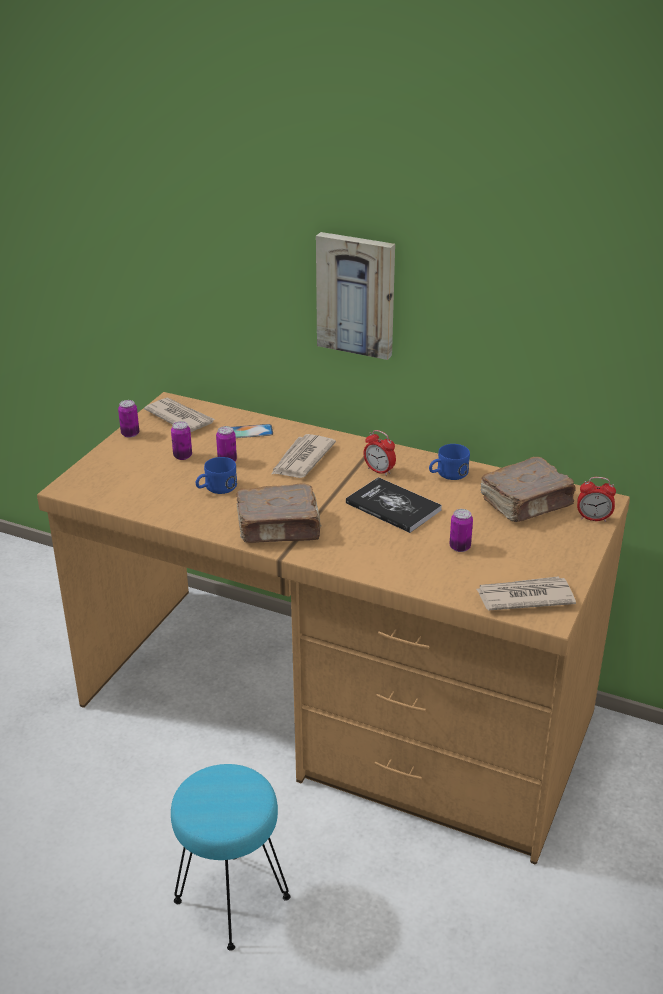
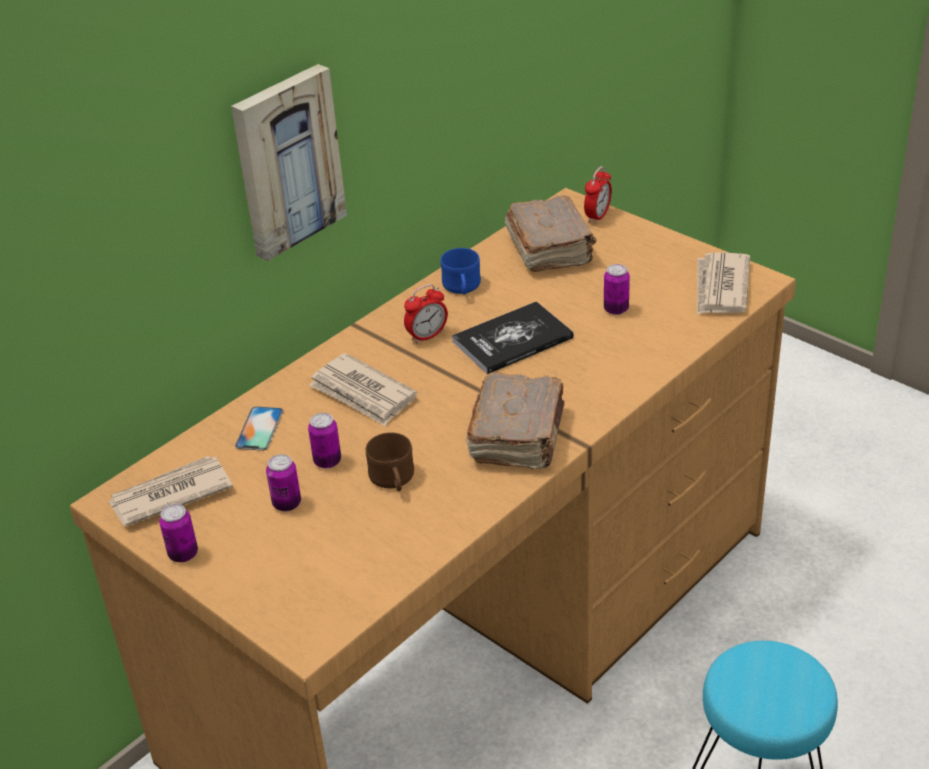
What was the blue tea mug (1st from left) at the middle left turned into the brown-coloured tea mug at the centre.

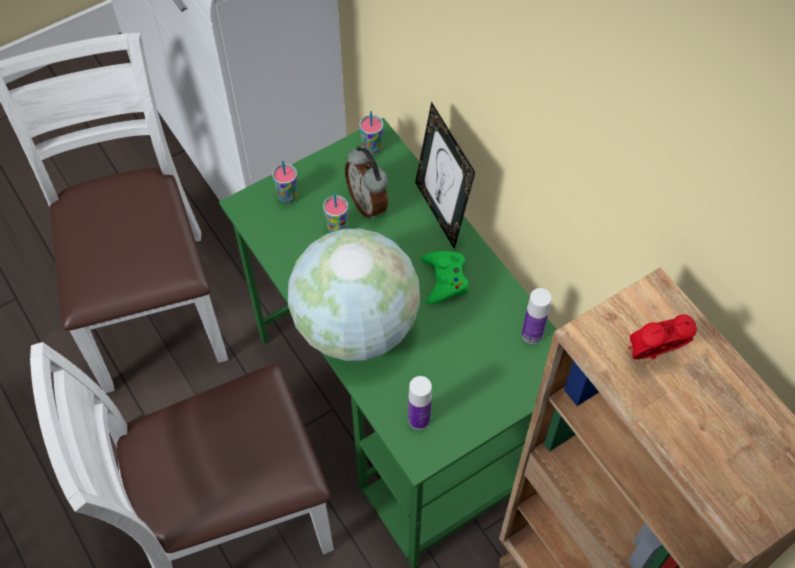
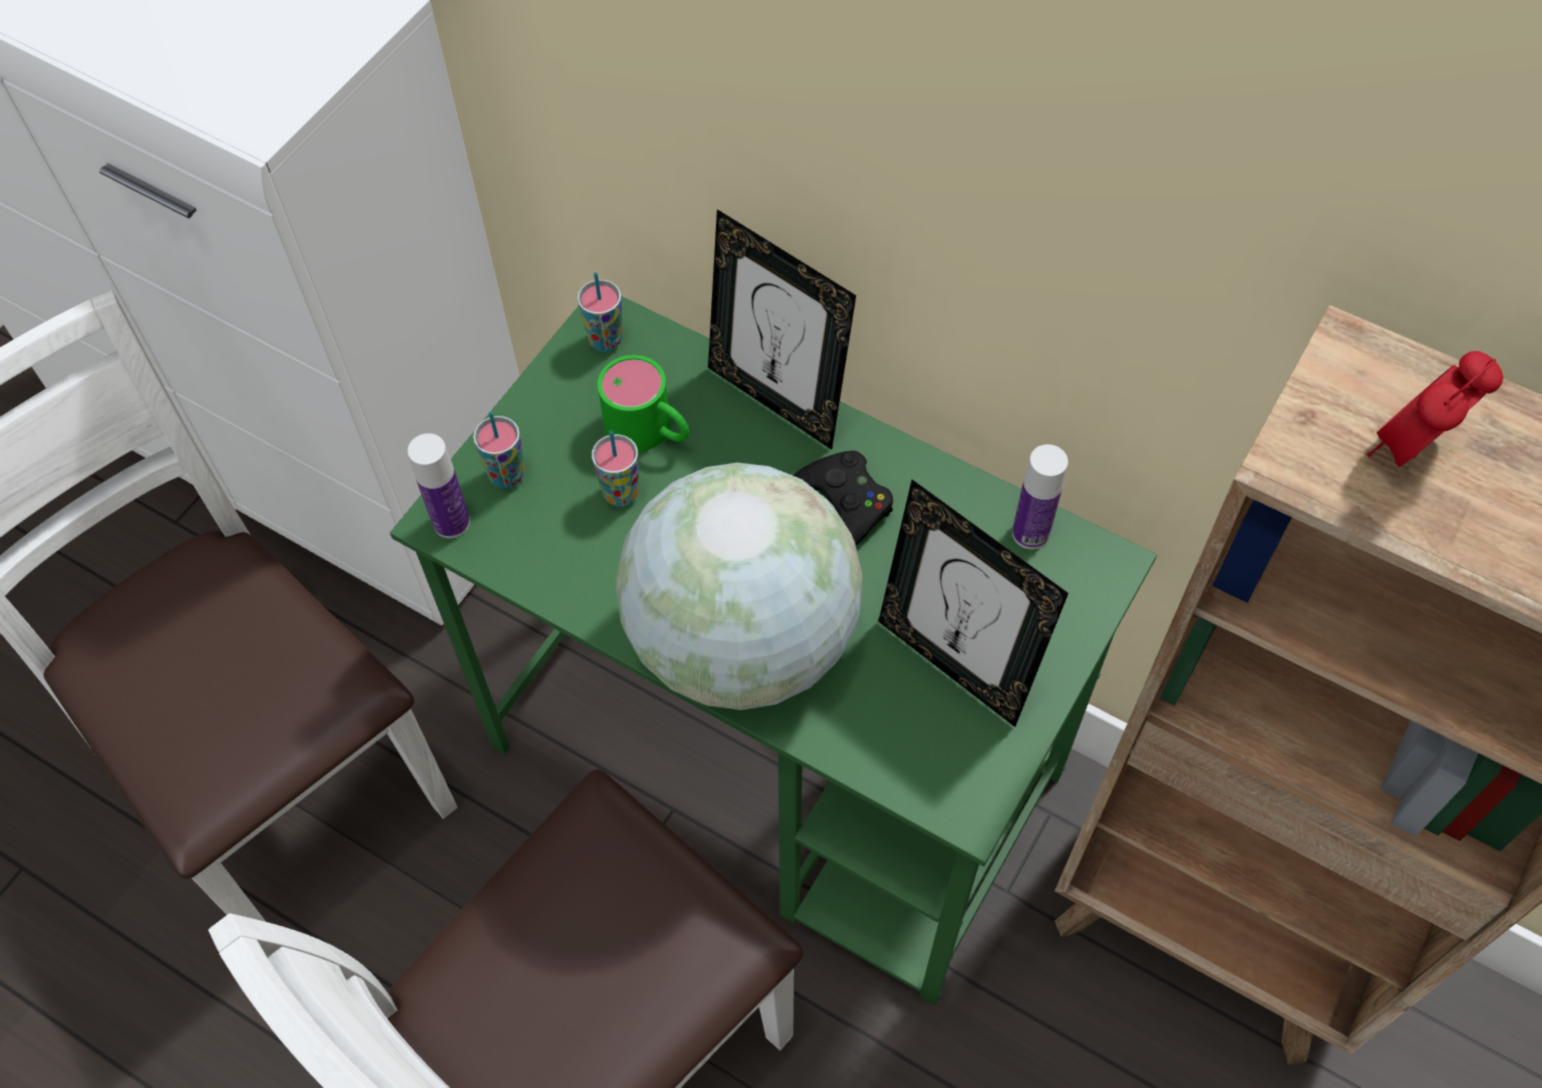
Where the table clock (1st from left) stood at the top centre, the green-coloured tea mug came to stand at the centre.
What was the green-coloured gamepad at the centre turned into the black gamepad at the centre.
The bottle (1st from left) ended up elsewhere, having gone from the bottom centre to the middle left.
The second view gained the standing frame (2nd from left) at the centre.

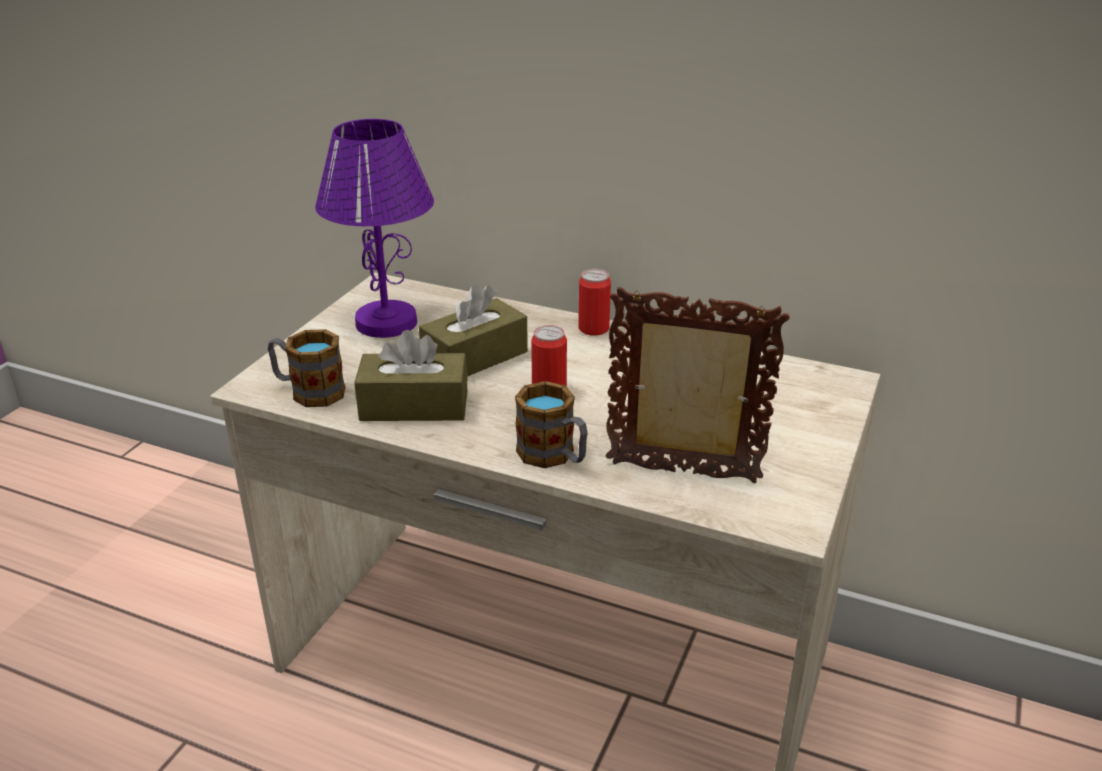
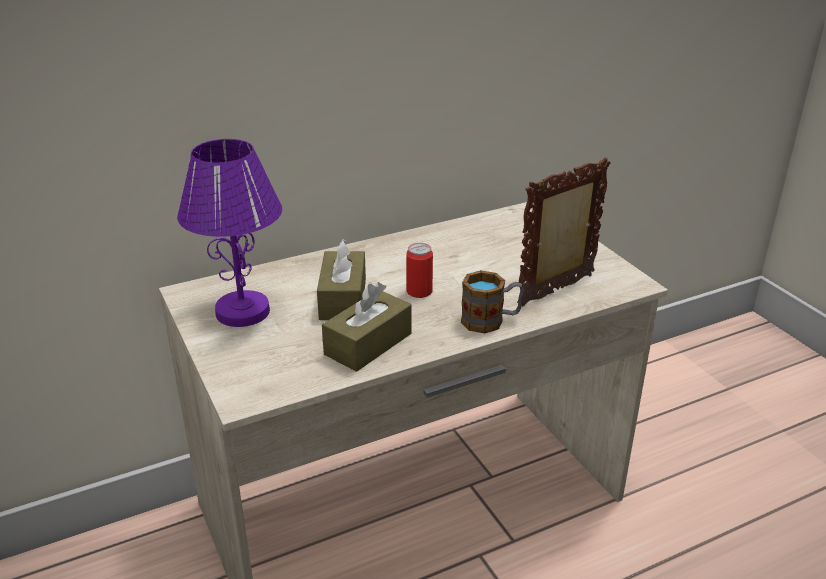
The second view lost the can (2nd from left) at the centre.
The second view lost the tea mug (1st from left) at the middle left.

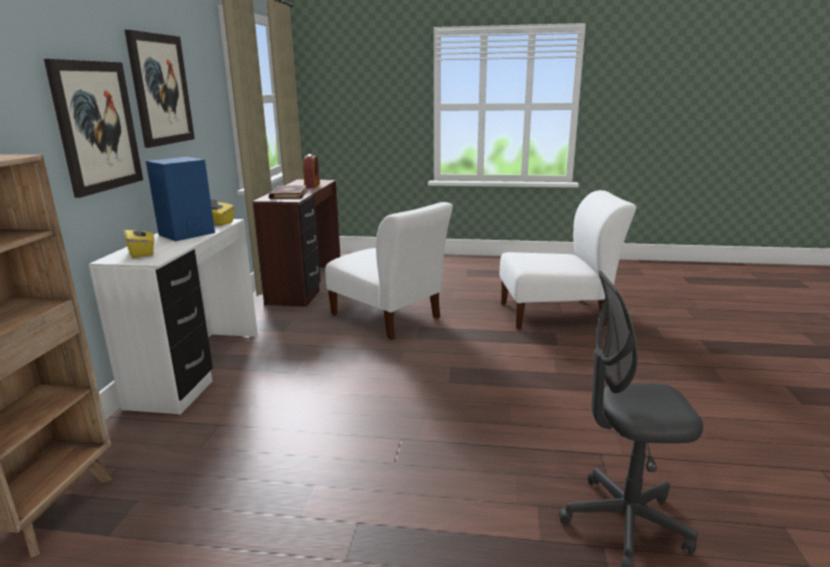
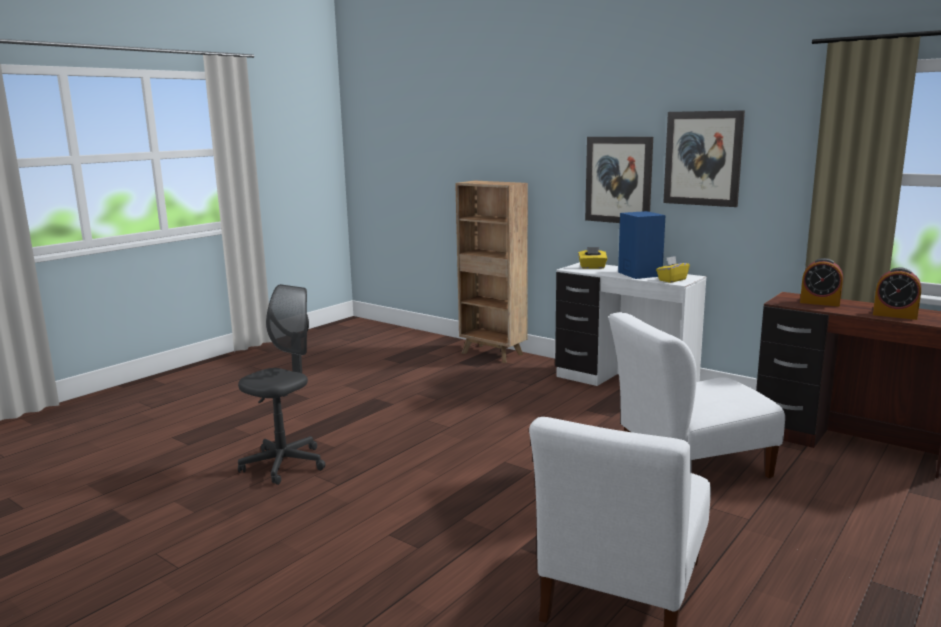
Where the bound book stood at the centre, the table clock (1st from left) came to stand at the middle right.

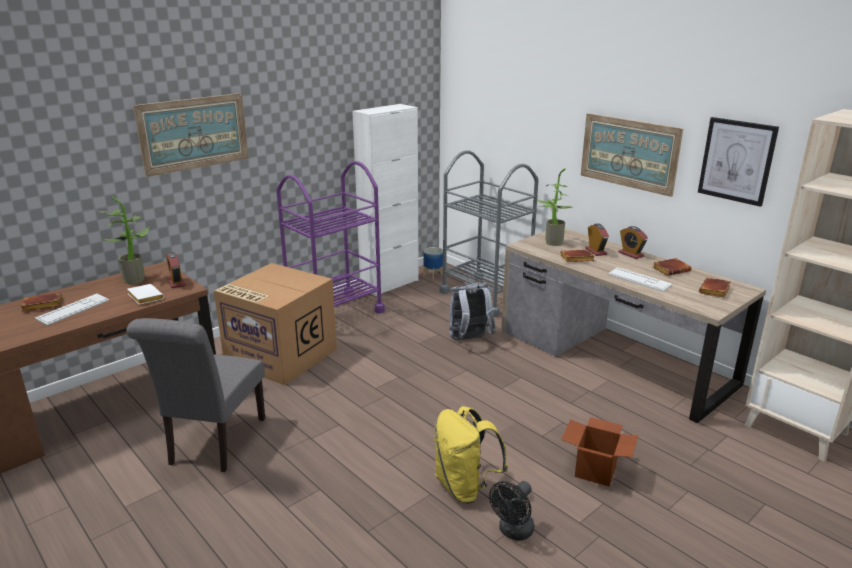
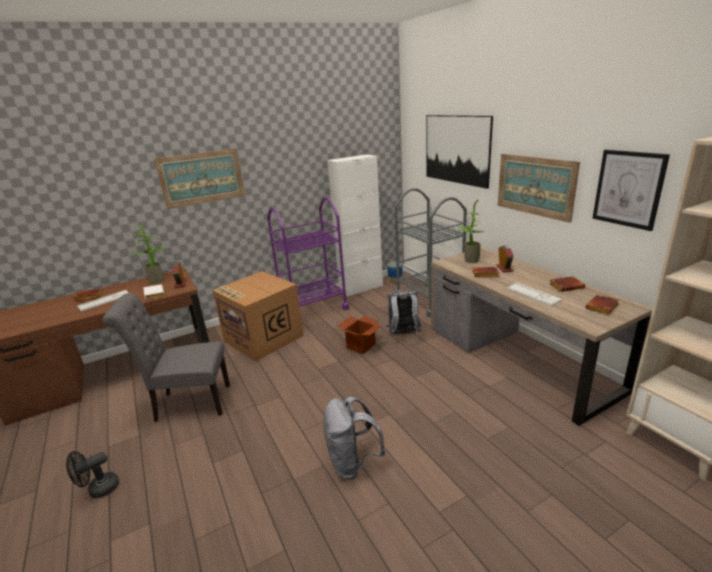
The second view lost the table clock (3rd from left) at the middle right.
The gray chair at the bottom left ended up facing another way, 60 degrees clockwise from before.
What was the yellow-coloured knapsack at the bottom centre turned into the gray knapsack (1st from left) at the bottom centre.
The carton (2nd from left) ended up elsewhere, having gone from the bottom right to the centre.
The black electric fan ended up elsewhere, having gone from the bottom centre to the bottom left.
The second view gained the wall art (2nd from left) at the top centre.

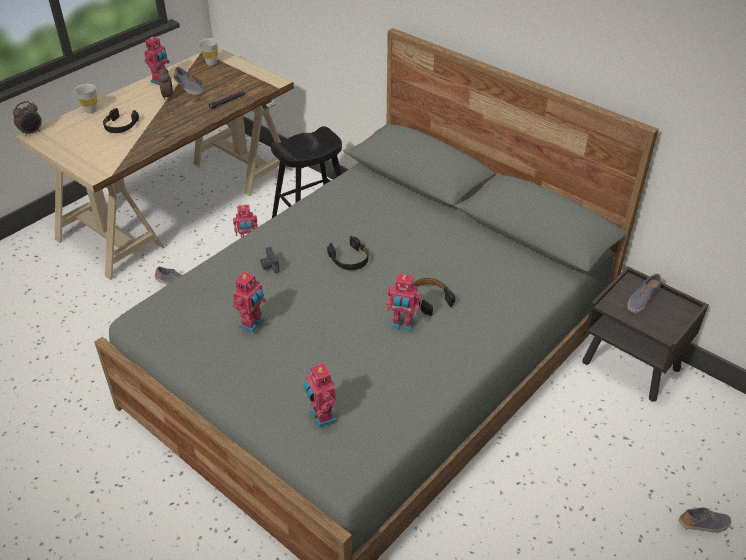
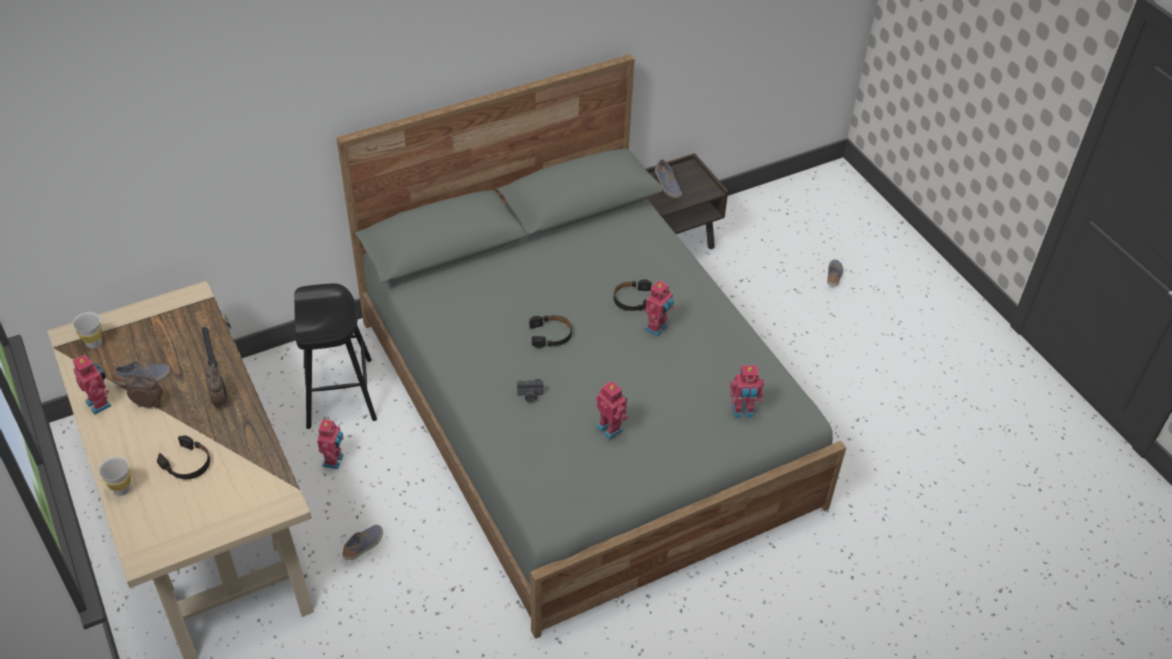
The table clock (1st from left in the first image) ended up elsewhere, having gone from the top left to the middle left.

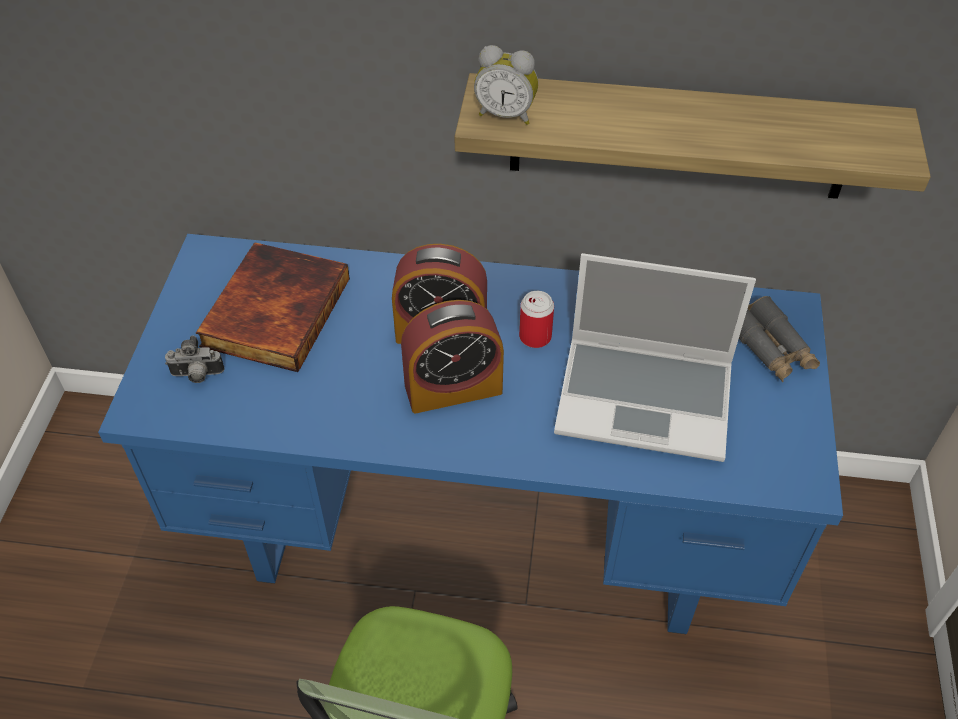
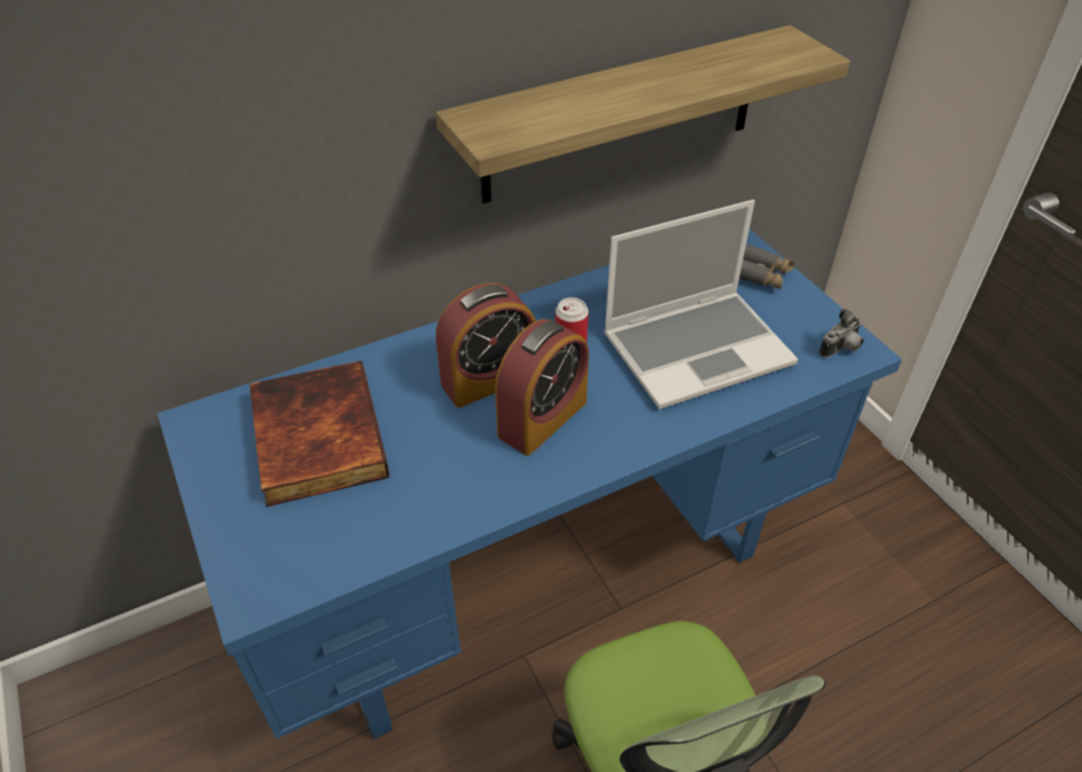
The second view lost the table clock (3rd from left) at the top centre.
The photo camera ended up elsewhere, having gone from the middle left to the middle right.

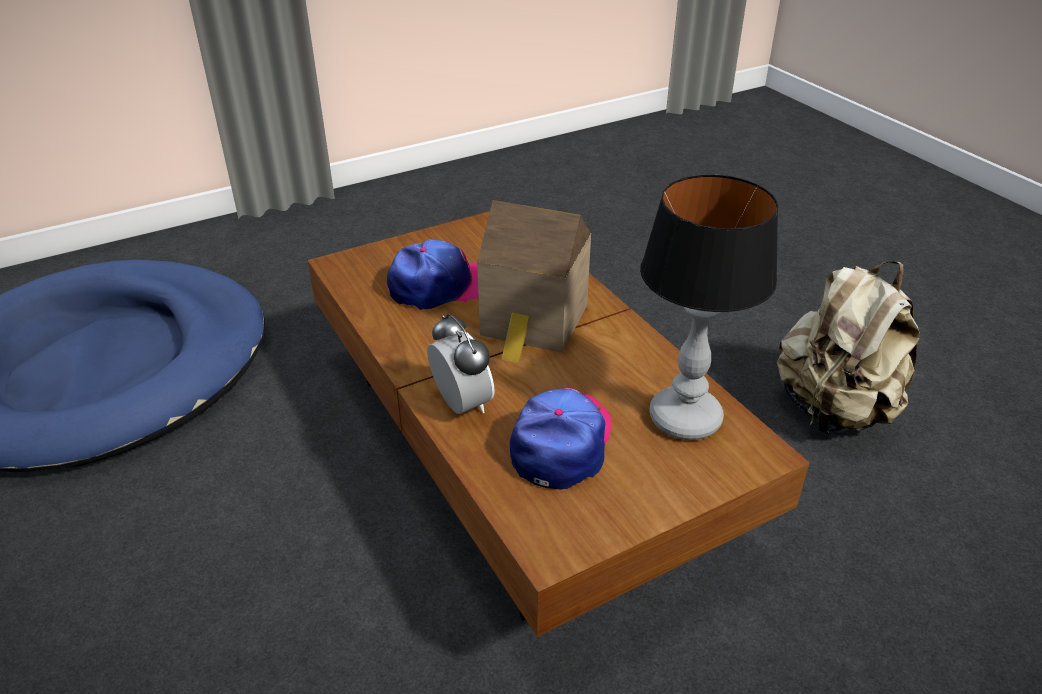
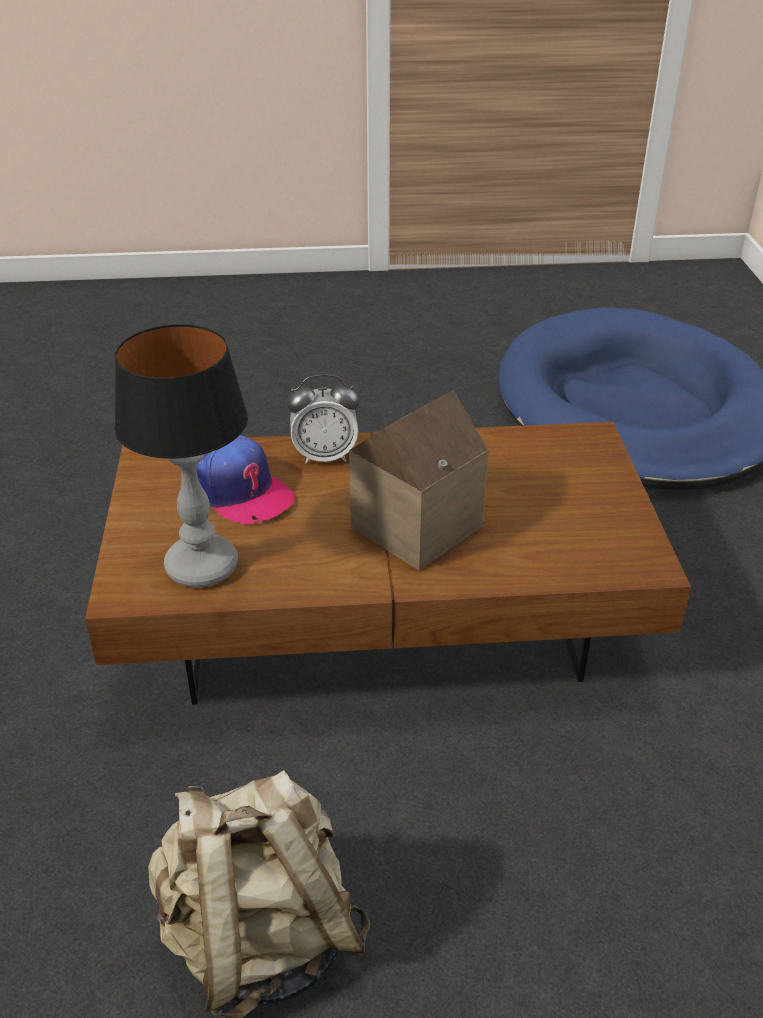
The second view lost the cap (1st from left) at the centre.

